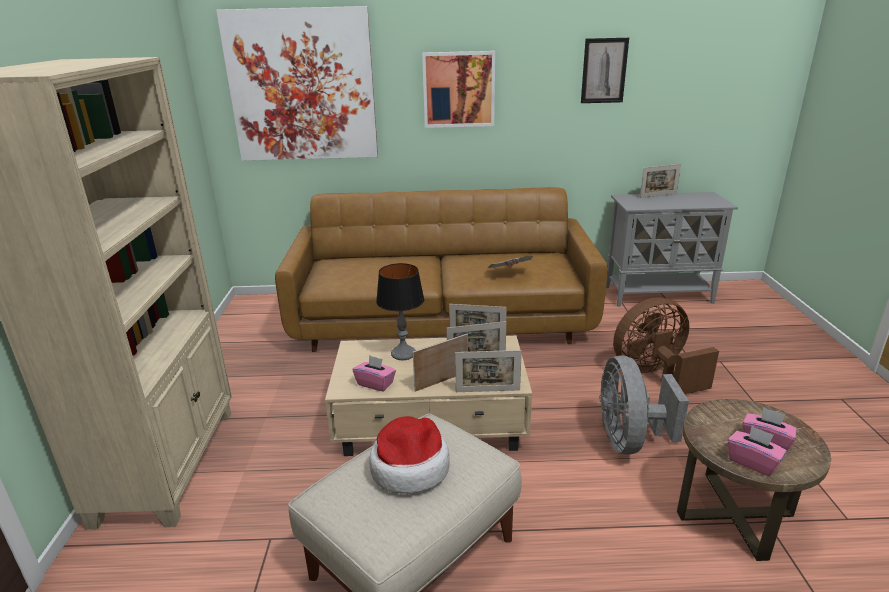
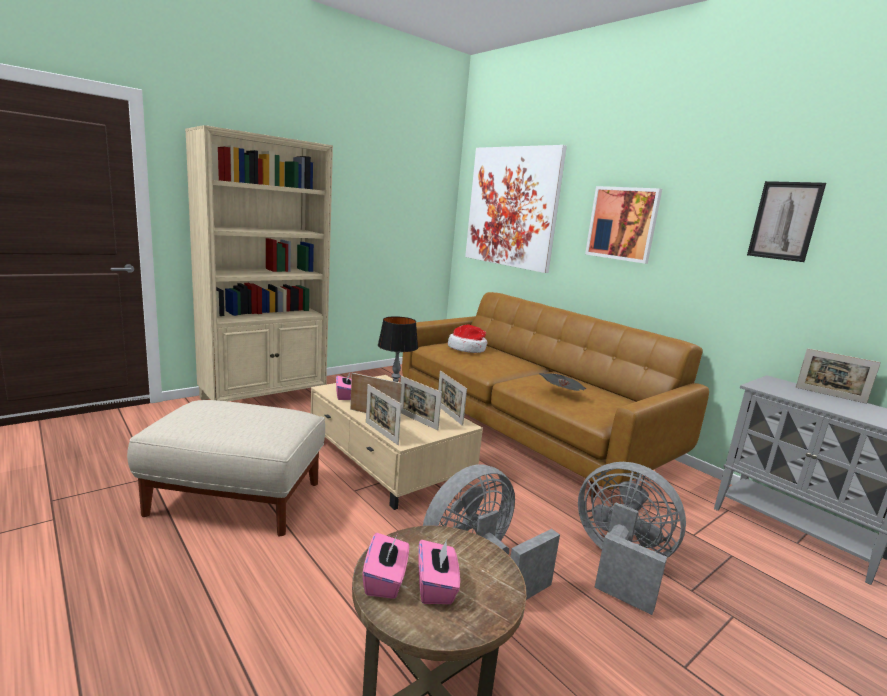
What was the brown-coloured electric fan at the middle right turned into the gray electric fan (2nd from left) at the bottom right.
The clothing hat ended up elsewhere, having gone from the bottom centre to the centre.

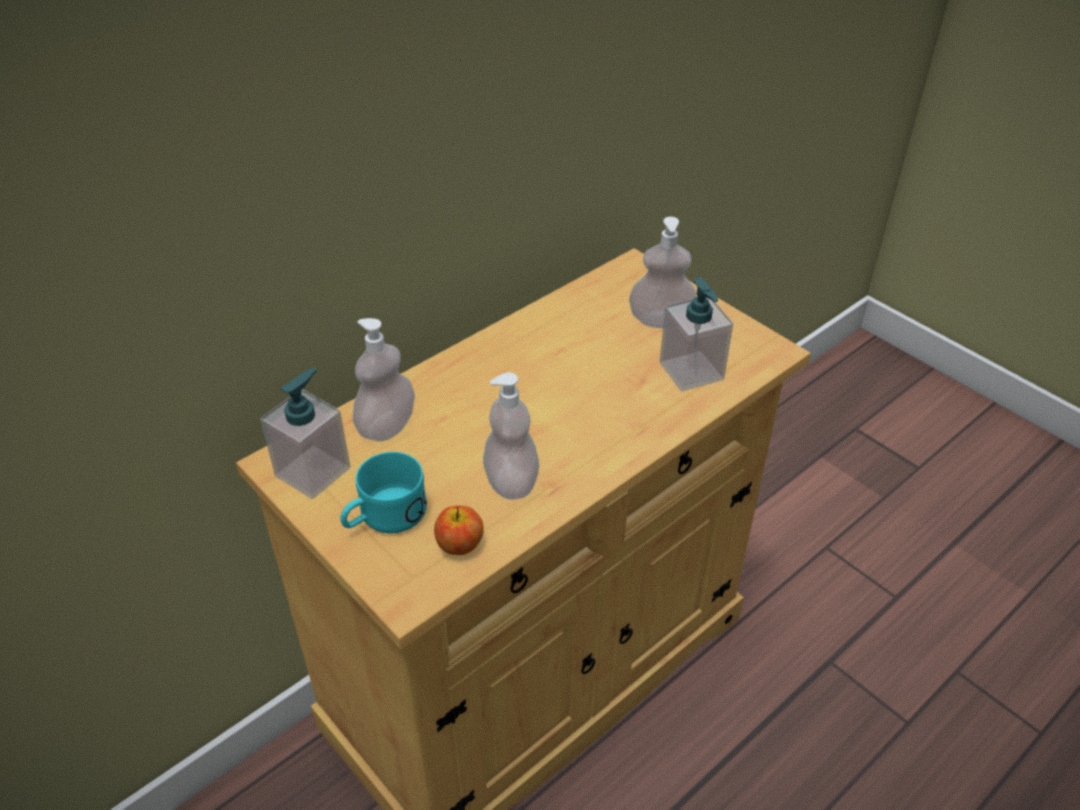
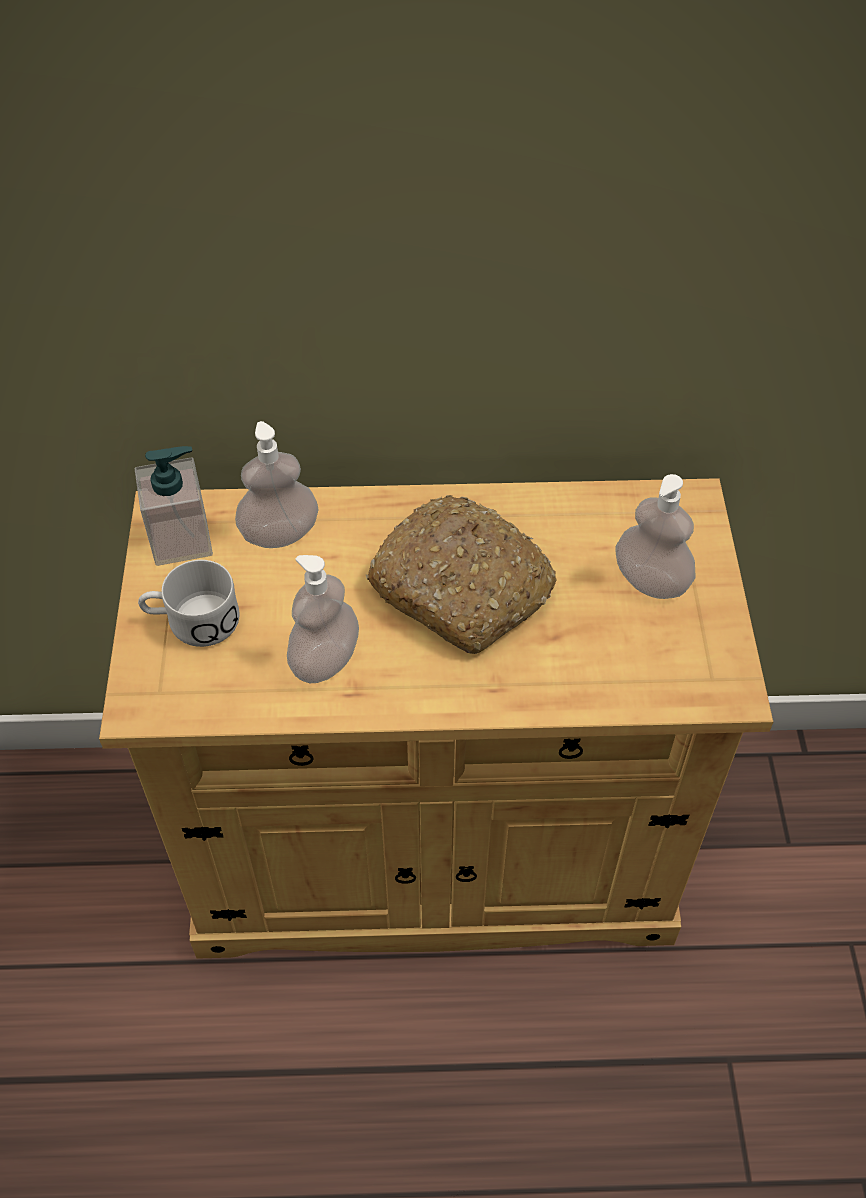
The second view lost the soap dispenser (5th from left) at the centre.
What was the turquoise tea mug at the centre turned into the whitish tea mug at the middle left.
The second view lost the whole apple at the centre.
The second view gained the baked bread at the centre.

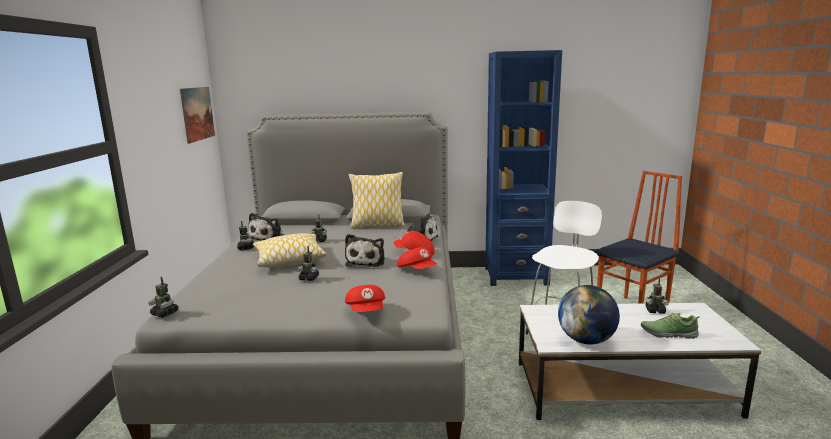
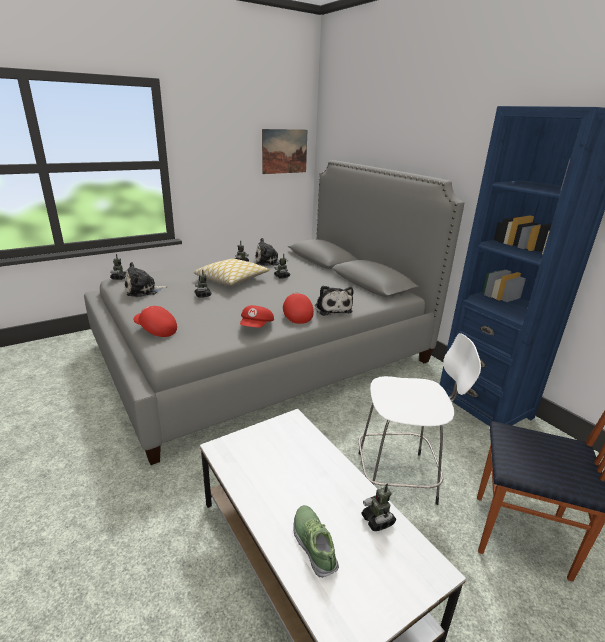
The second view lost the pillow (2nd from left) at the centre.
The soft toy (2nd from left in the first image) ended up elsewhere, having gone from the centre to the middle left.
The red-coloured cap (1st from left) at the bottom centre ended up facing another way, 75 degrees clockwise from before.
The second view lost the globe at the bottom right.

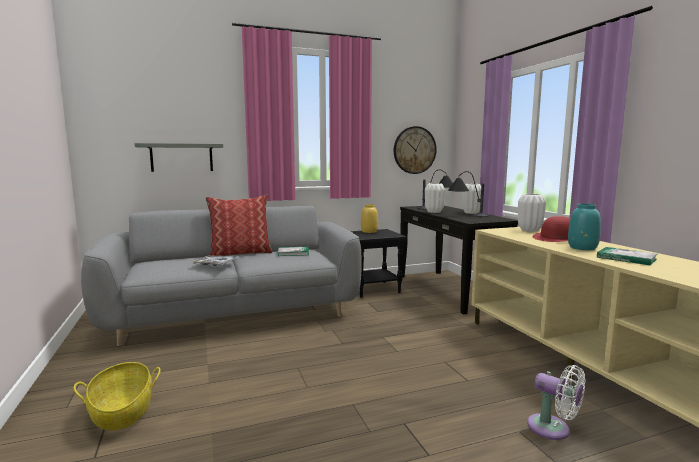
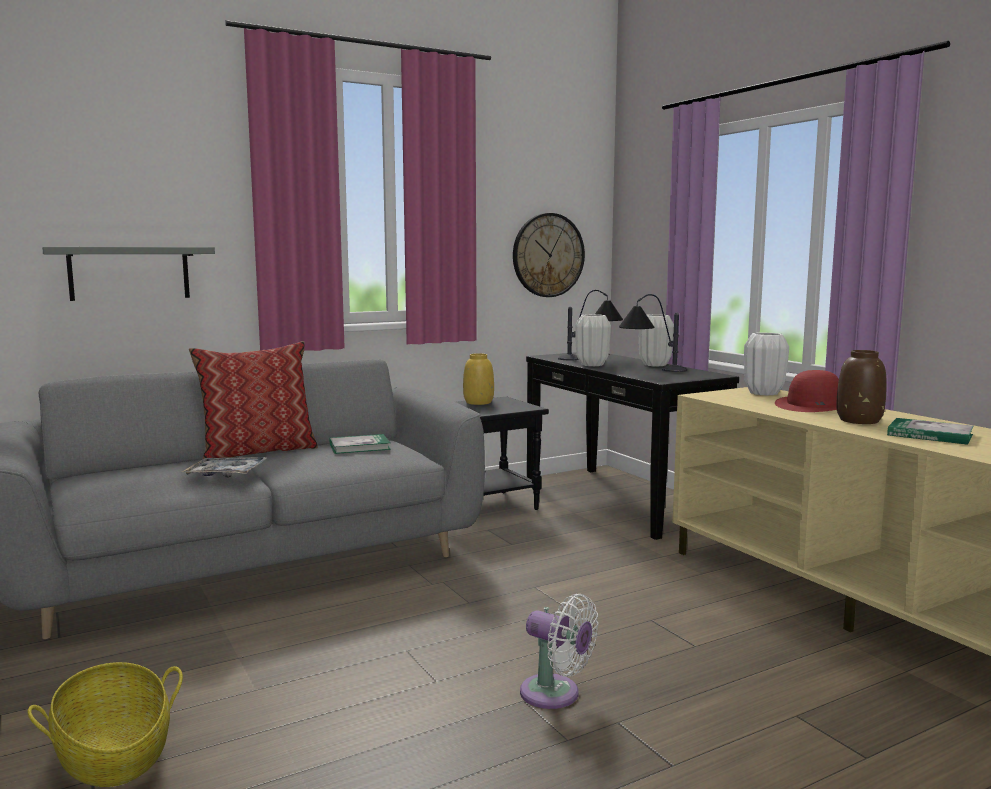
What was the turquoise vase at the middle right turned into the brown-coloured vase at the middle right.
The whitish electric fan ended up elsewhere, having gone from the bottom right to the bottom centre.

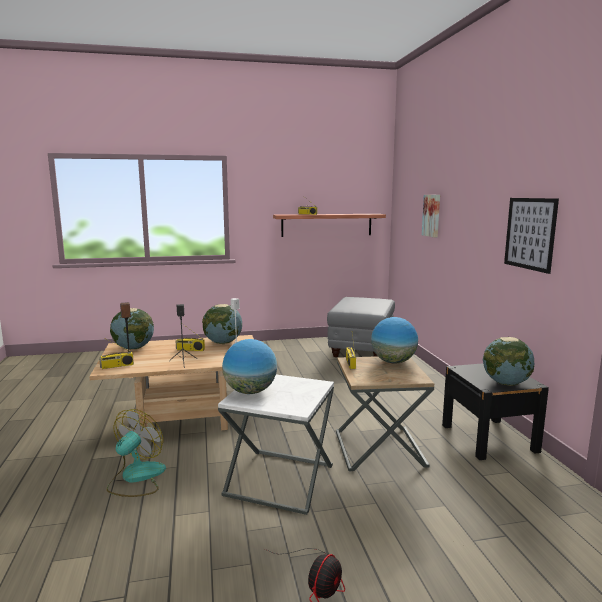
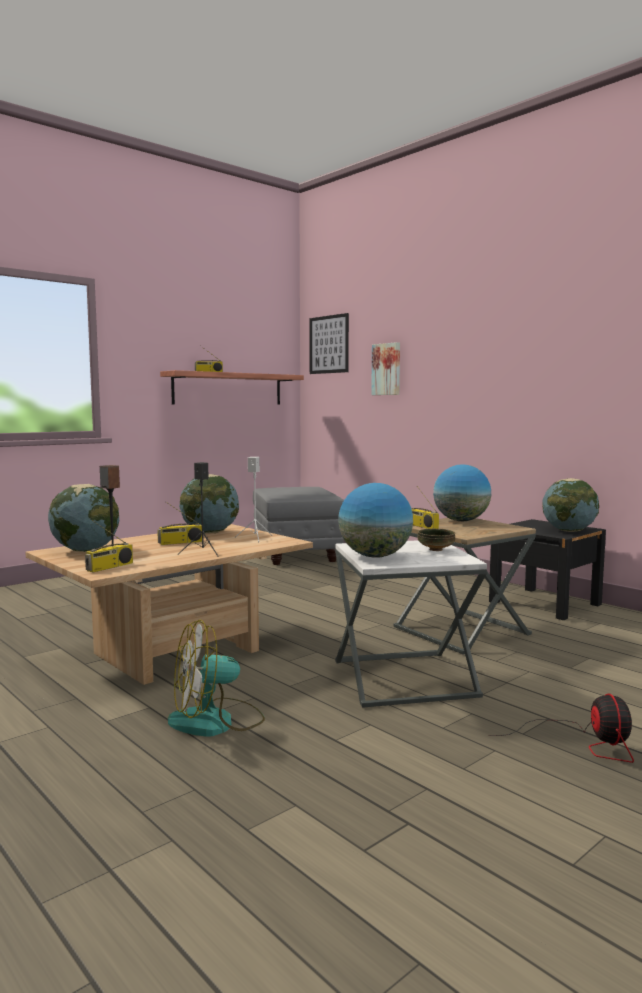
The wall art (2nd from left in the first image) ended up elsewhere, having gone from the middle right to the centre.
The electric fan (1st from left) at the bottom left ended up facing another way, 105 degrees counterclockwise from before.
The second view gained the bowl at the middle right.

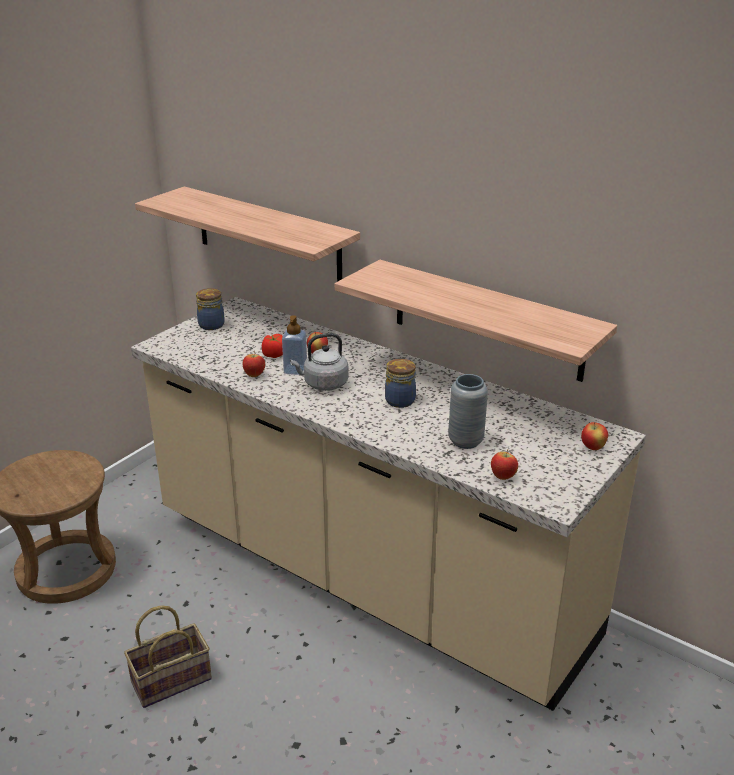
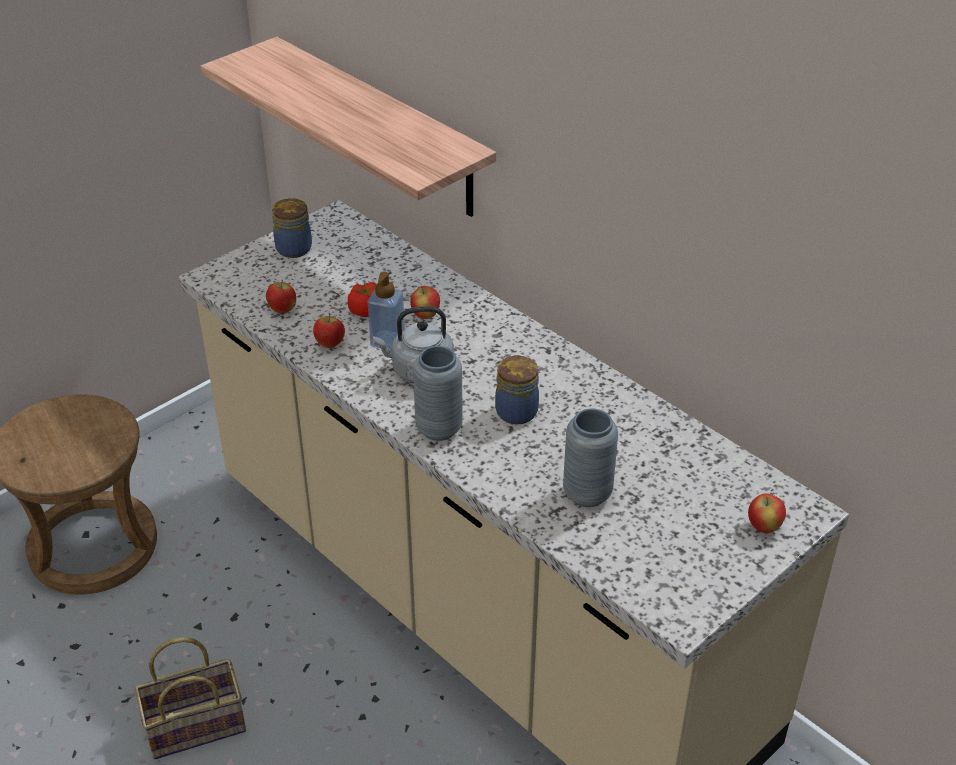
The second view lost the bracket shelf (2nd from left) at the centre.
The whole apple (3rd from left in the first image) ended up elsewhere, having gone from the middle right to the middle left.
The second view gained the gray vase (1st from left) at the centre.

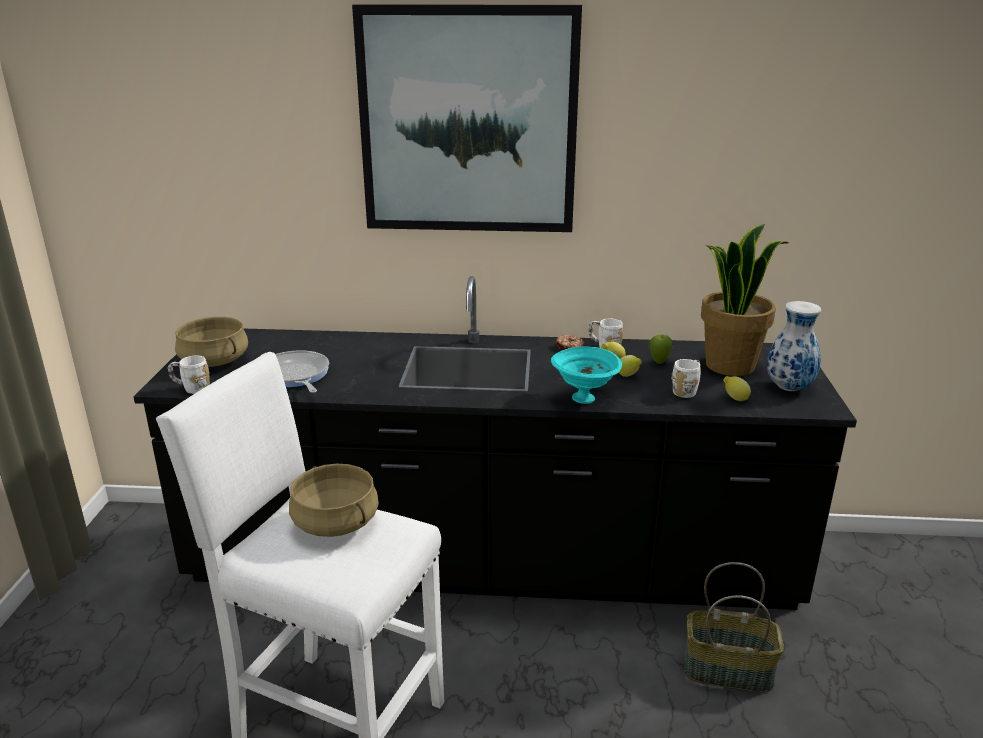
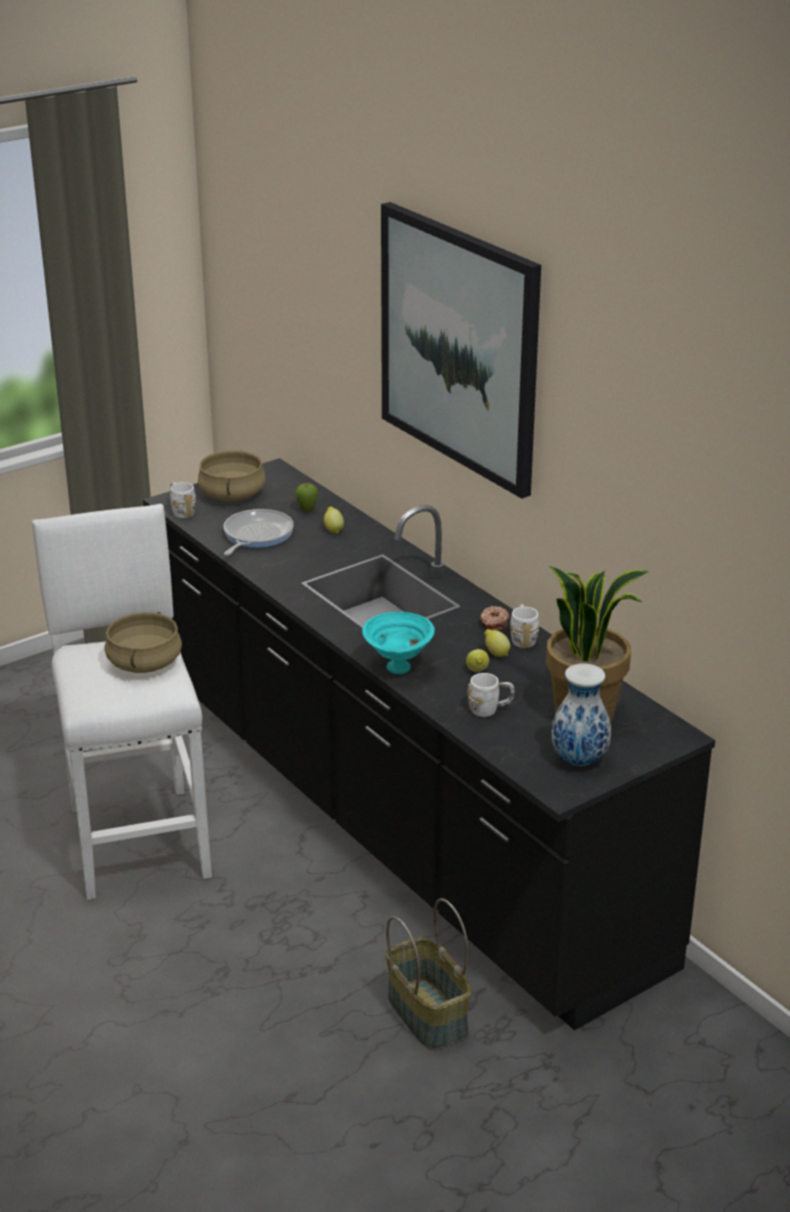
The whole apple ended up elsewhere, having gone from the middle right to the centre.
The lemon (3rd from left in the first image) ended up elsewhere, having gone from the middle right to the centre.

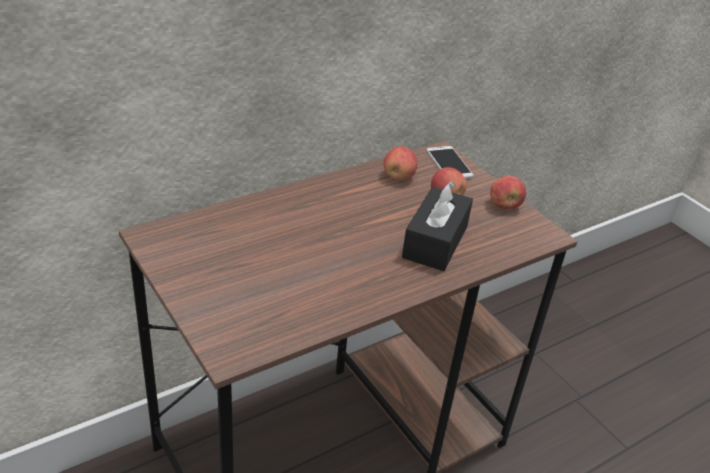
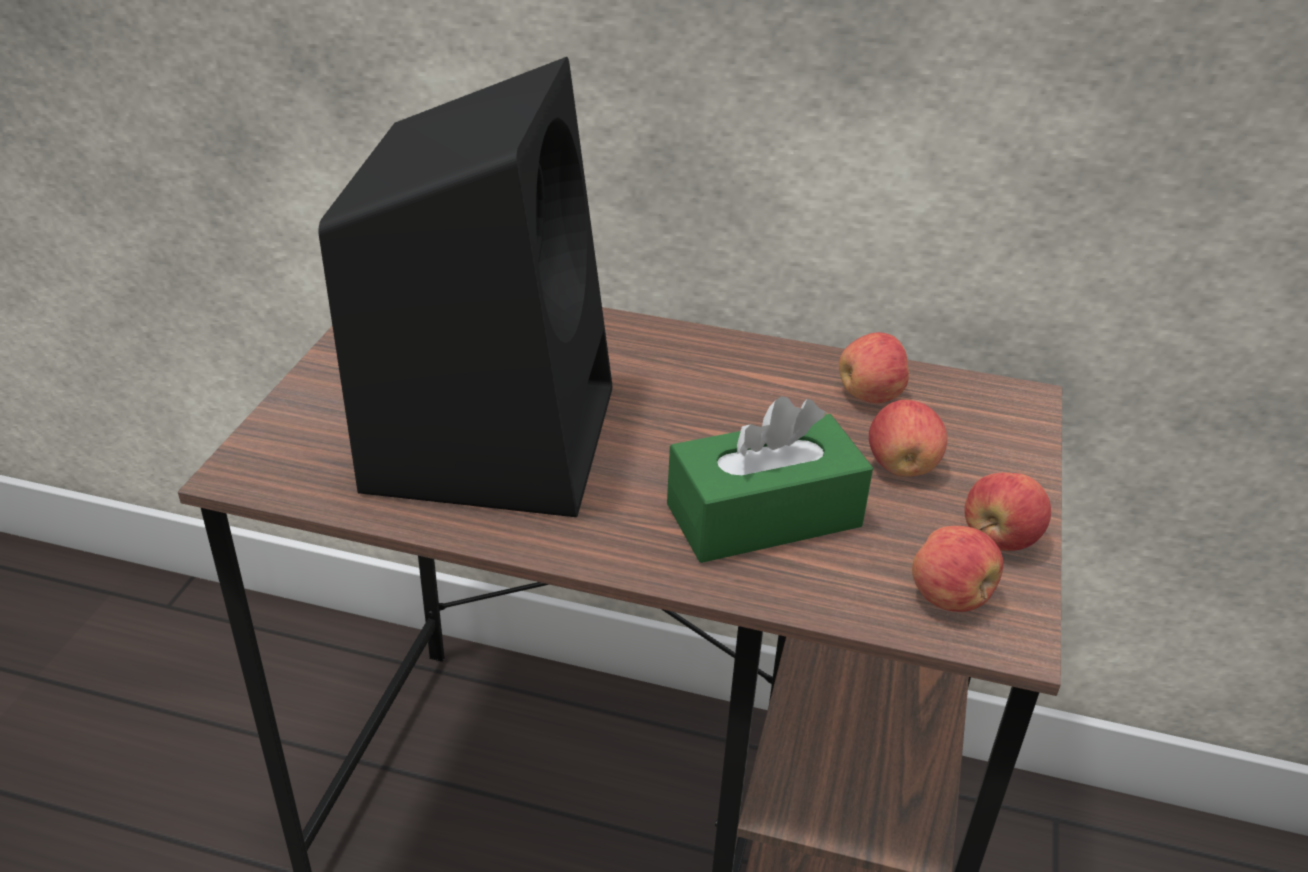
The second view lost the handset at the centre.
What was the black tissue box at the centre turned into the green-coloured tissue box at the centre.
The second view gained the black speaker at the top centre.
The second view gained the whole apple (3rd from left) at the middle right.

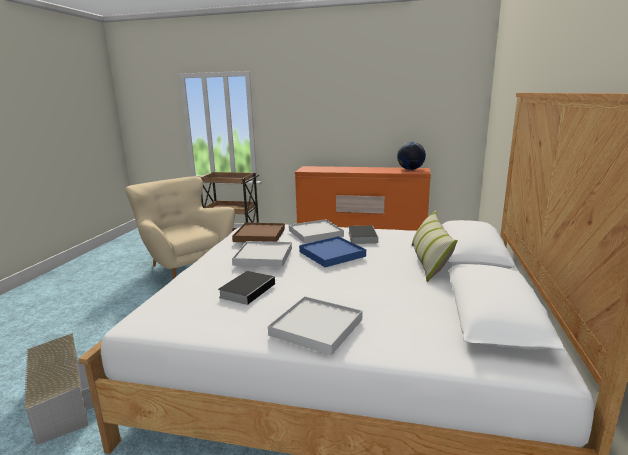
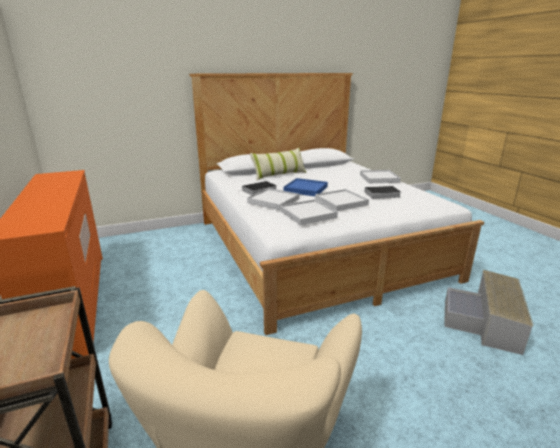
The second view lost the globe at the centre.
What was the brown-coloured tray at the centre turned into the whitish tray (2nd from left) at the centre.

